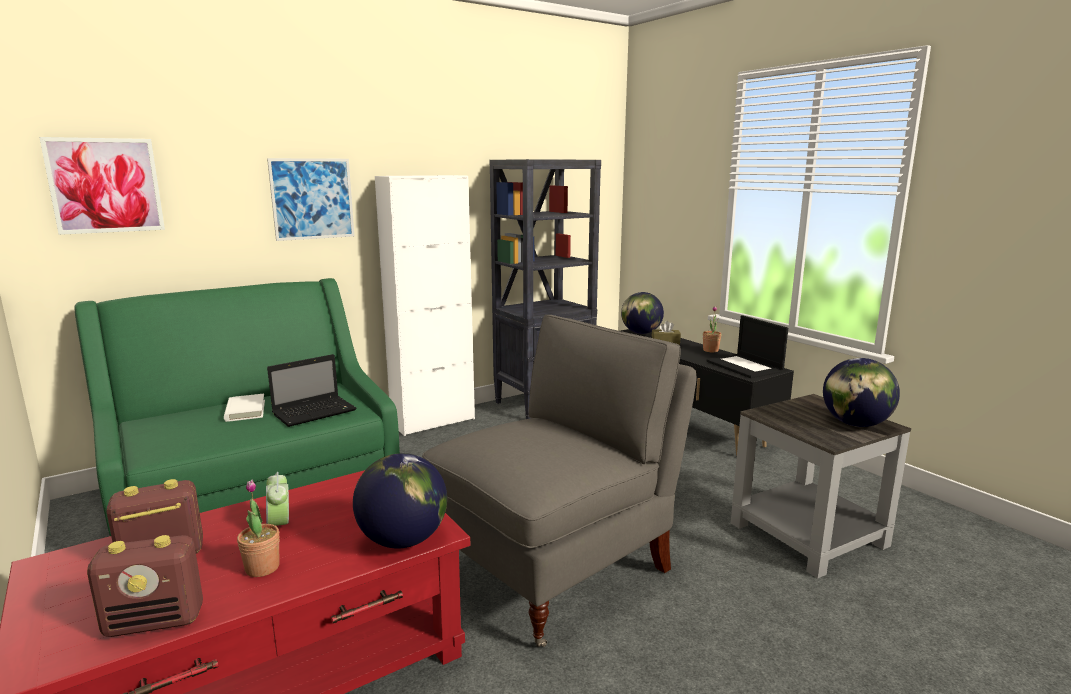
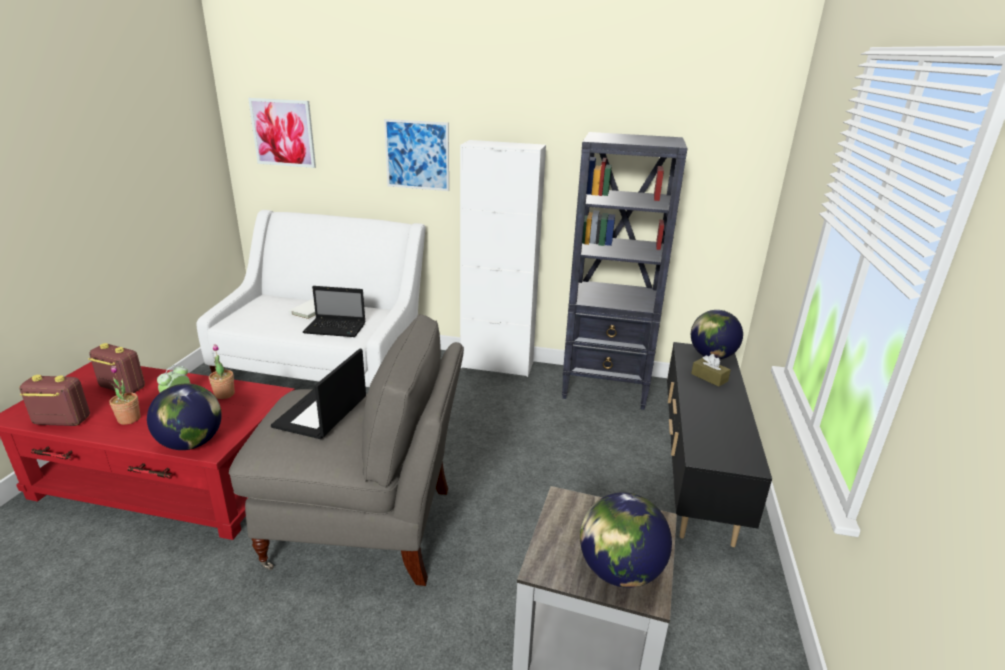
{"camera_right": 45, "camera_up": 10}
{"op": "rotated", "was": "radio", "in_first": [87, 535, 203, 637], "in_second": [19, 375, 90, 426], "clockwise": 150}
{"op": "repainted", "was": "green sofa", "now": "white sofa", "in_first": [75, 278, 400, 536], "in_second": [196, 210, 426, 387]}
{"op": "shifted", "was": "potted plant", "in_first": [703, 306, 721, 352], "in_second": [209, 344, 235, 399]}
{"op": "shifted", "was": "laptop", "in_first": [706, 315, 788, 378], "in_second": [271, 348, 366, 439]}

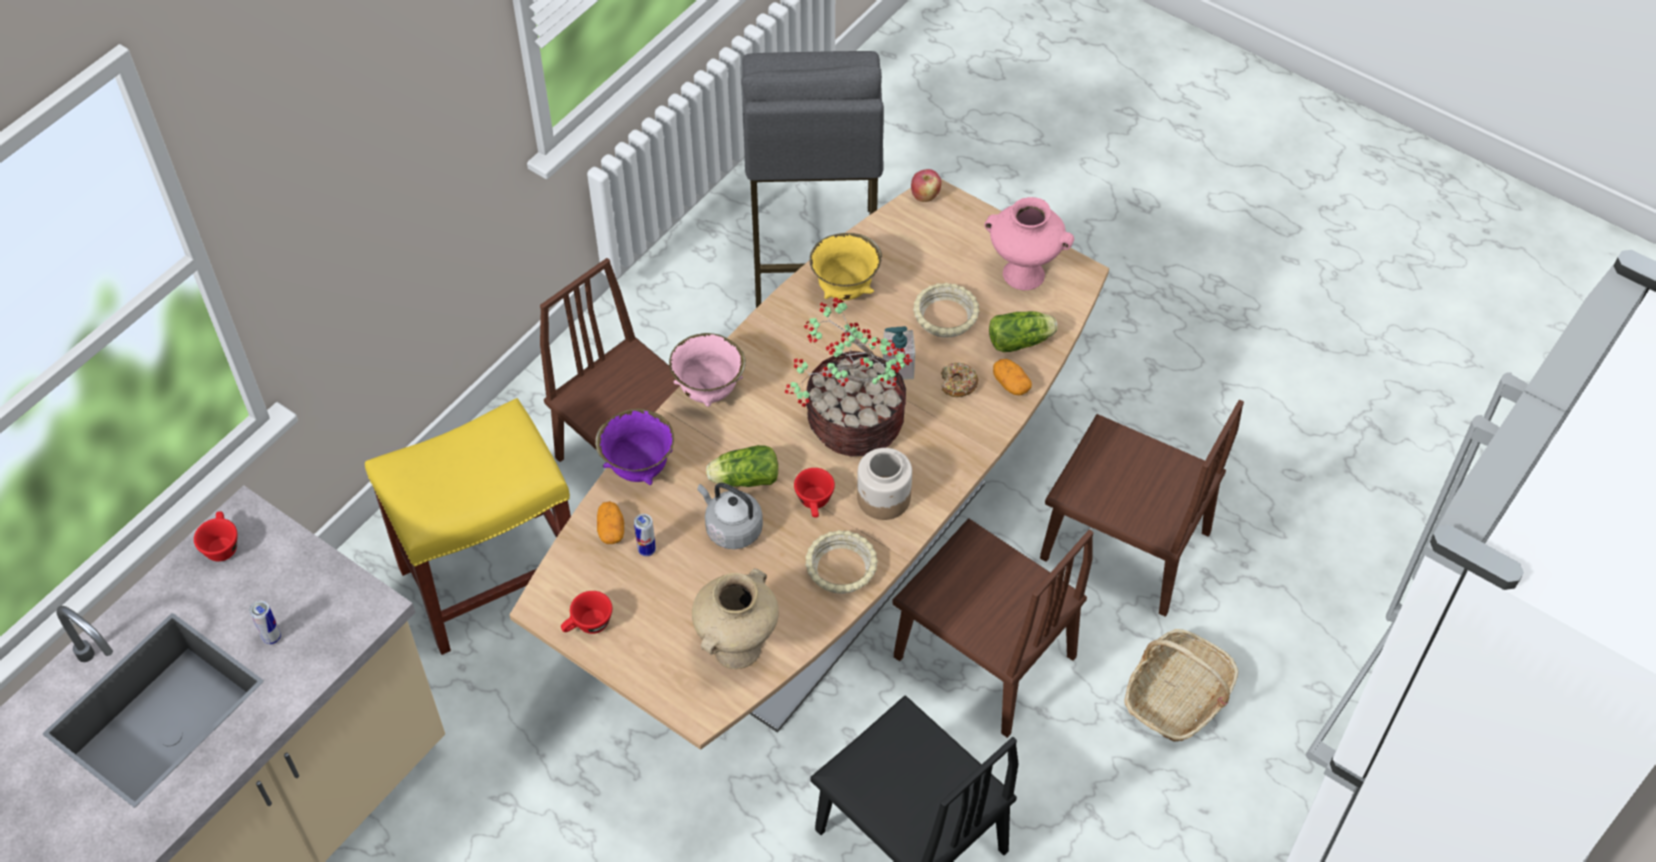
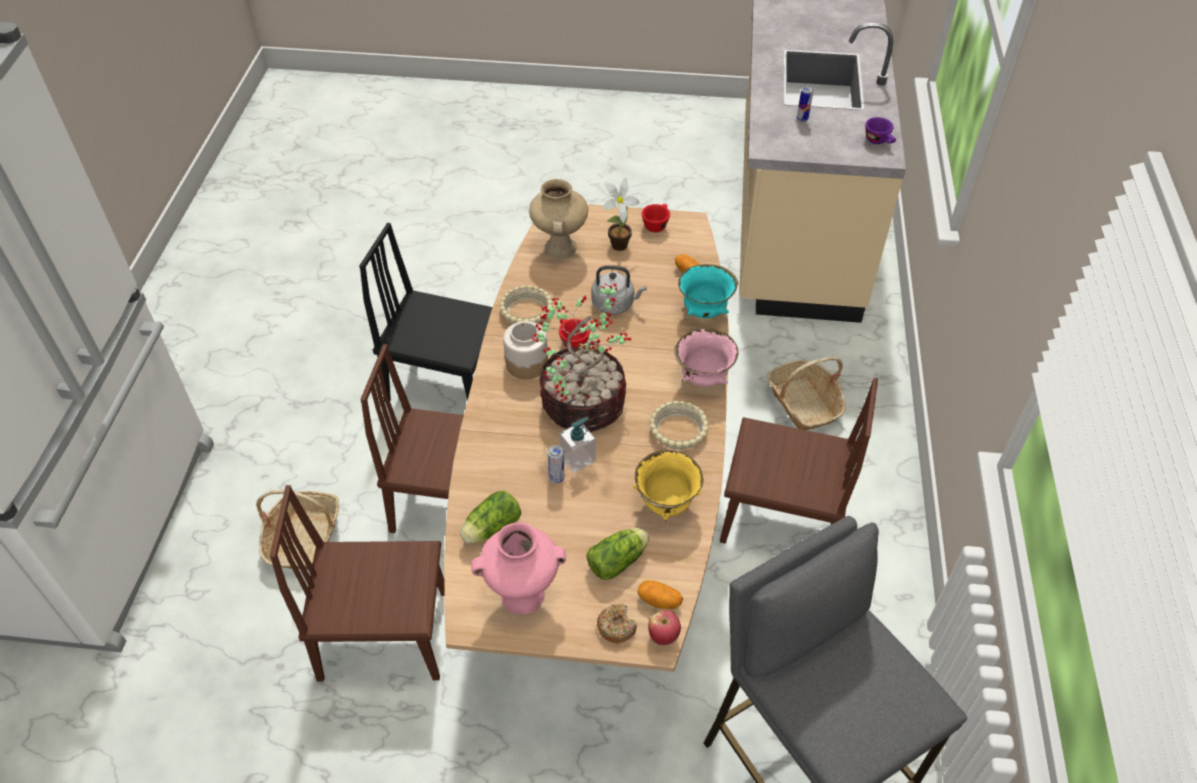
{"camera_right": 150, "camera_up": -5}
{"op": "shifted", "was": "can", "in_first": [634, 514, 656, 556], "in_second": [547, 445, 564, 483]}
{"op": "shifted", "was": "lettuce", "in_first": [706, 445, 778, 487], "in_second": [586, 528, 649, 580]}
{"op": "shifted", "was": "donut", "in_first": [941, 363, 978, 397], "in_second": [597, 604, 637, 644]}
{"op": "new", "now": "potted plant", "in_second": [602, 178, 640, 251]}
{"op": "shifted", "was": "potato", "in_first": [993, 359, 1032, 396], "in_second": [637, 580, 683, 609]}
{"op": "shifted", "was": "beige bowl", "in_first": [913, 283, 980, 338], "in_second": [650, 400, 709, 449]}
{"op": "repainted", "was": "purple bowl", "now": "turquoise bowl", "in_first": [595, 409, 674, 485], "in_second": [678, 264, 738, 319]}
{"op": "swapped", "was": "yellow stool", "now": "basket", "in_first": [365, 398, 571, 655], "in_second": [767, 357, 846, 430]}
{"op": "repainted", "was": "red cup", "now": "purple cup", "in_first": [194, 511, 238, 562], "in_second": [865, 117, 896, 144]}

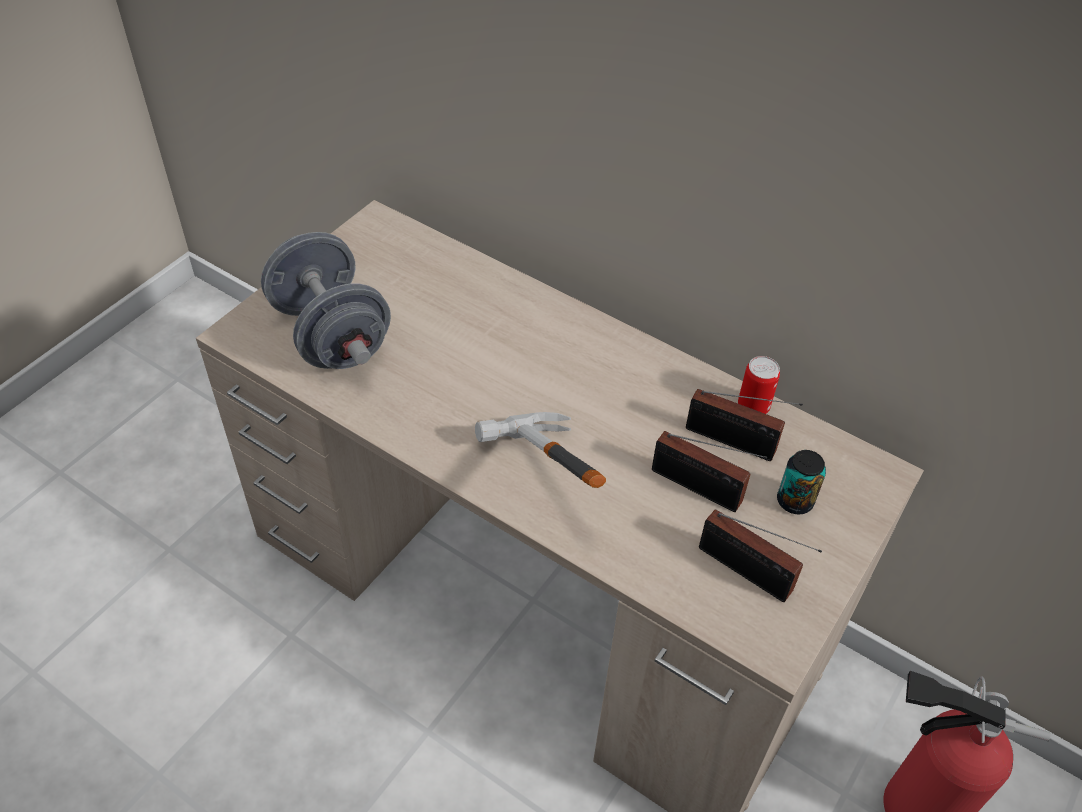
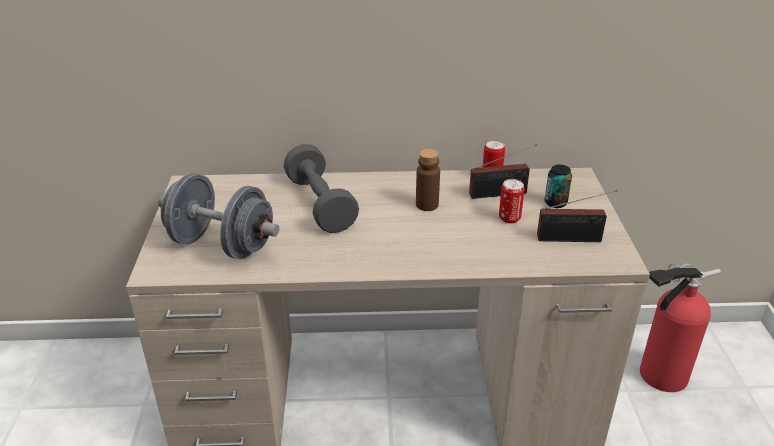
{"camera_right": -35, "camera_up": -15}
{"op": "new", "now": "grey dumbbell", "in_second": [284, 144, 359, 233]}
{"op": "new", "now": "brown bottle", "in_second": [416, 149, 440, 211]}
{"op": "swapped", "was": "radio", "now": "can", "in_first": [652, 431, 767, 512], "in_second": [499, 179, 525, 223]}
{"op": "gone", "was": "hammer", "in_first": [475, 412, 606, 488]}

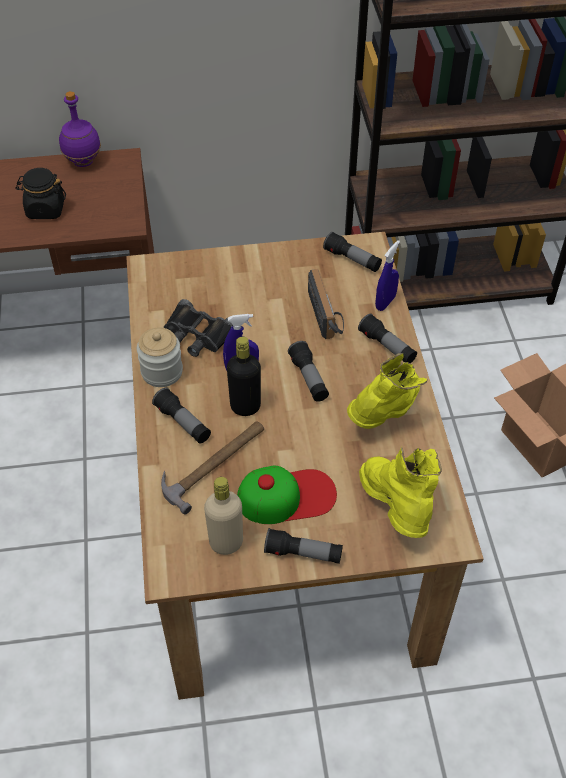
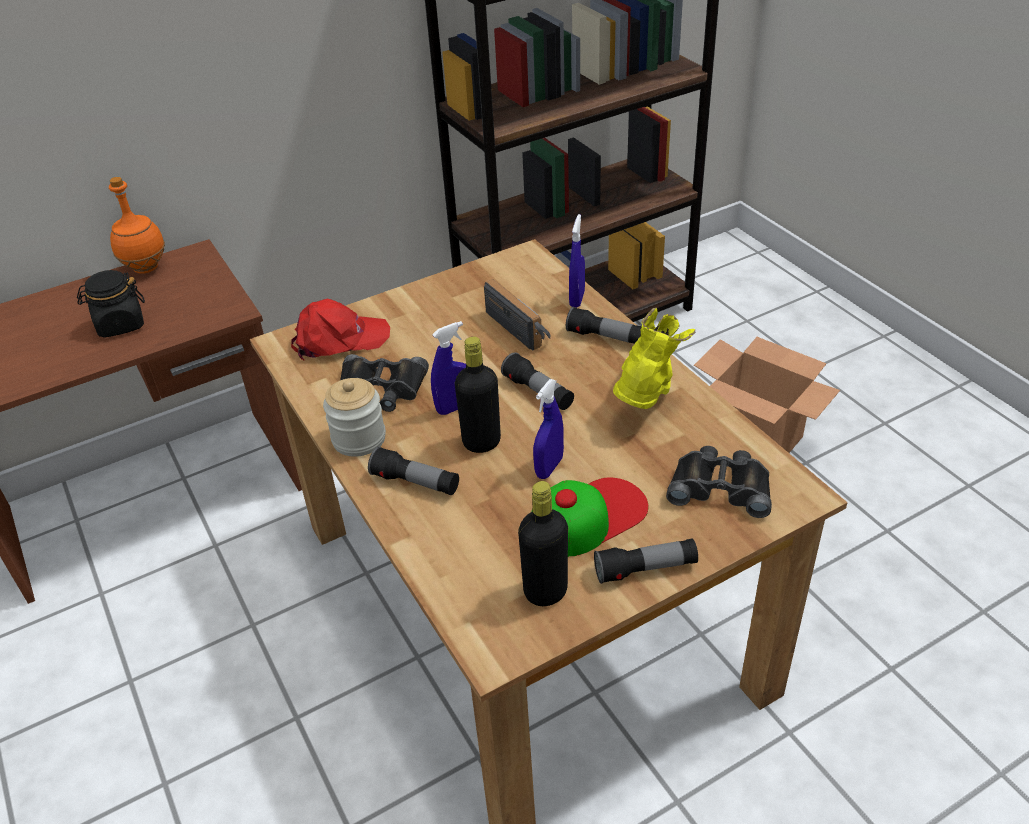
{"camera_right": -20, "camera_up": -10}
{"op": "repainted", "was": "purple bottle", "now": "orange bottle", "in_first": [59, 91, 101, 167], "in_second": [109, 177, 165, 274]}
{"op": "new", "now": "red cap", "in_second": [291, 299, 390, 361]}
{"op": "repainted", "was": "beige bottle", "now": "black bottle", "in_first": [204, 477, 243, 555], "in_second": [518, 481, 568, 606]}
{"op": "new", "now": "blue spray bottle", "in_second": [533, 379, 564, 479]}
{"op": "swapped", "was": "yellow boot", "now": "black binoculars", "in_first": [359, 447, 442, 538], "in_second": [666, 446, 772, 518]}
{"op": "gone", "was": "hammer", "in_first": [161, 421, 264, 515]}
{"op": "gone", "was": "flashlight", "in_first": [323, 232, 382, 272]}

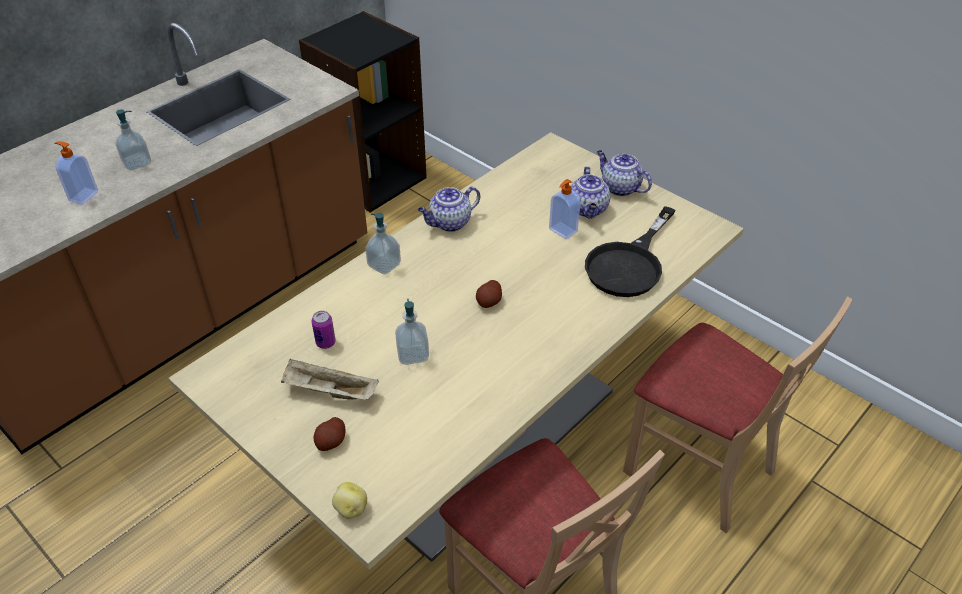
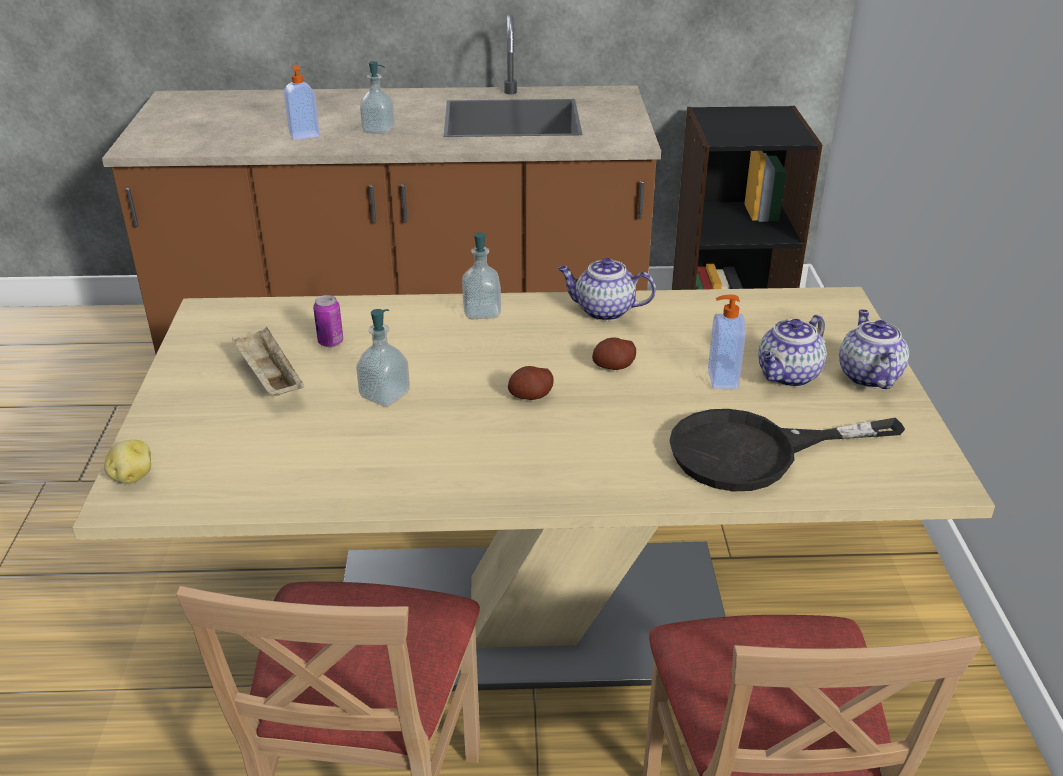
{"camera_right": 45, "camera_up": -10}
{"op": "shifted", "was": "potato", "in_first": [314, 417, 346, 451], "in_second": [592, 337, 636, 370]}

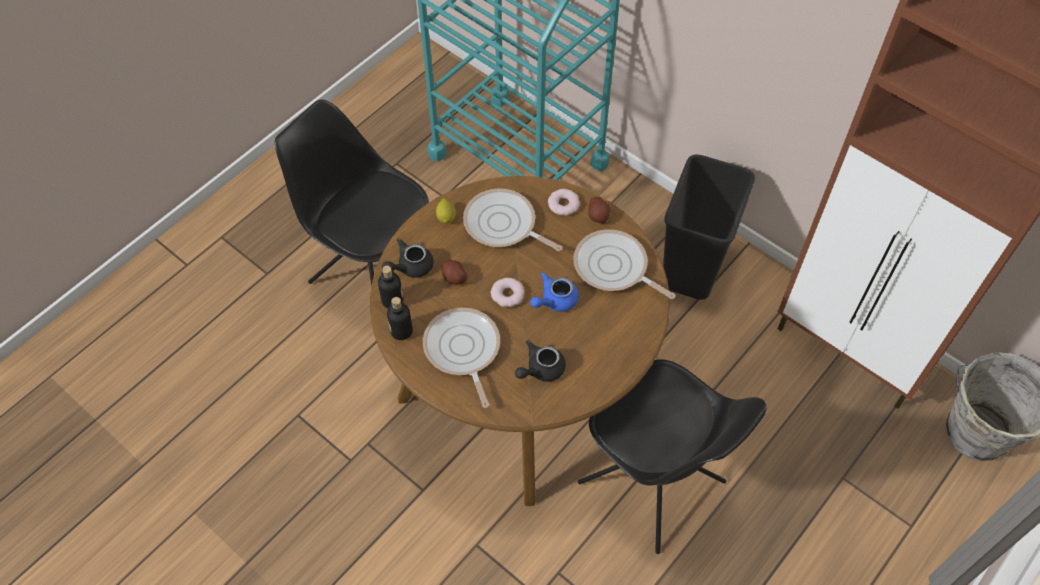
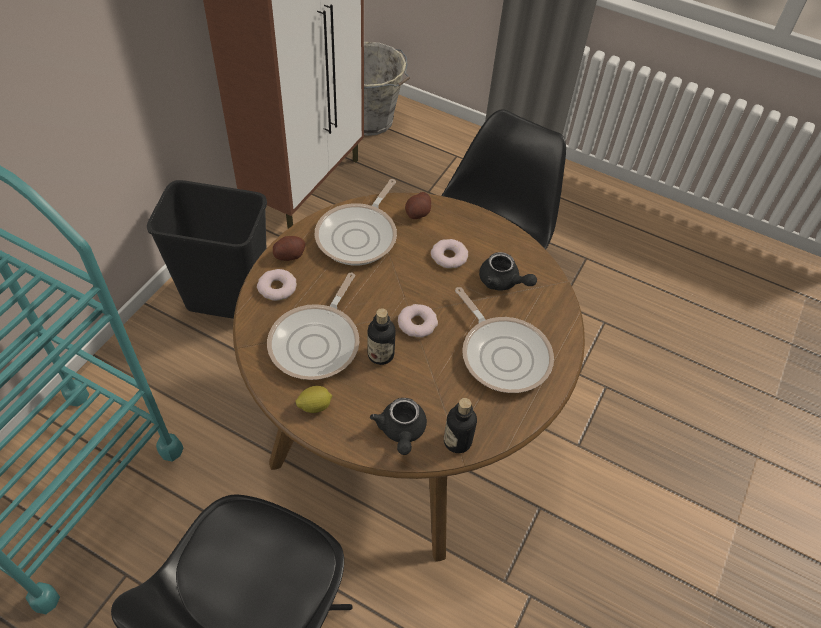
{"camera_right": -105, "camera_up": -5}
{"op": "shifted", "was": "bottle", "in_first": [387, 297, 413, 340], "in_second": [367, 308, 396, 365]}
{"op": "rotated", "was": "black teapot", "in_first": [382, 238, 434, 278], "in_second": [370, 398, 427, 455], "clockwise": 45}
{"op": "shifted", "was": "potato", "in_first": [441, 260, 467, 285], "in_second": [405, 192, 431, 219]}
{"op": "new", "now": "donut", "in_second": [431, 239, 468, 269]}
{"op": "rotated", "was": "frying pan", "in_first": [423, 307, 500, 408], "in_second": [455, 287, 554, 393], "clockwise": -90}
{"op": "gone", "was": "blue teapot", "in_first": [530, 272, 579, 312]}

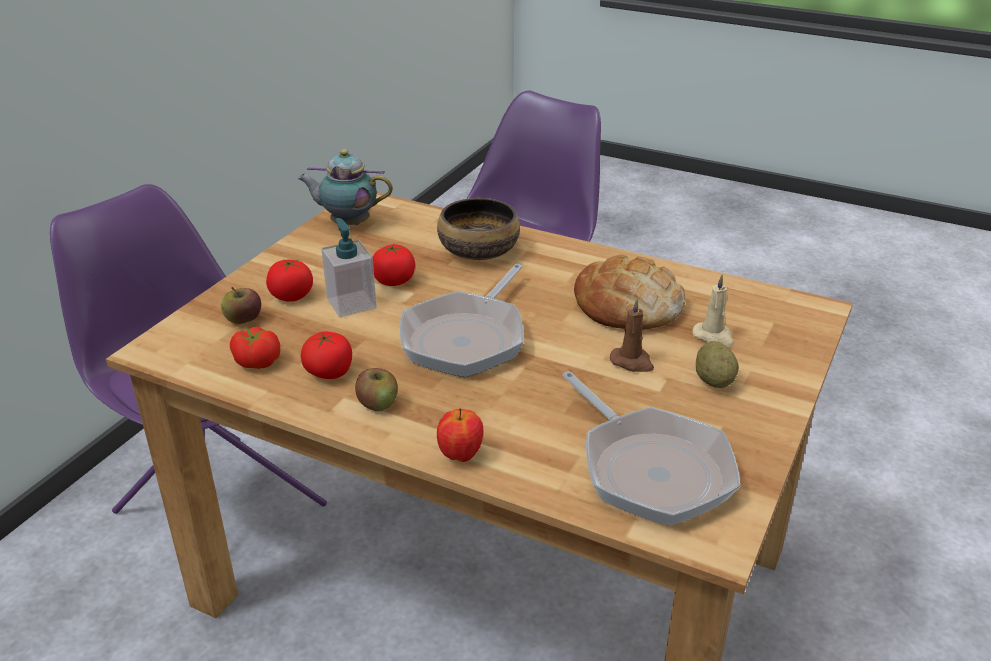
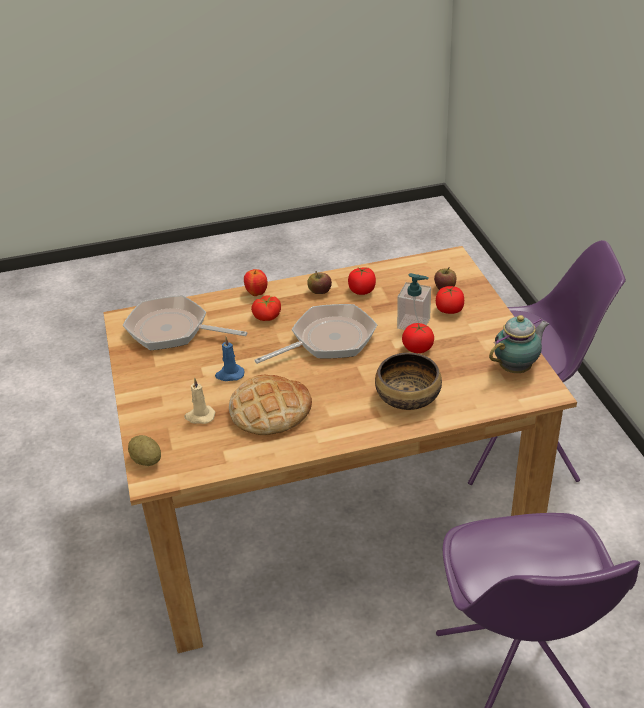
{"camera_right": 140, "camera_up": 5}
{"op": "shifted", "was": "potato", "in_first": [696, 341, 739, 388], "in_second": [128, 435, 161, 466]}
{"op": "repainted", "was": "brown candle", "now": "blue candle", "in_first": [610, 298, 654, 372], "in_second": [215, 337, 244, 381]}
{"op": "shifted", "was": "tomato", "in_first": [230, 327, 280, 369], "in_second": [251, 295, 281, 321]}
{"op": "rotated", "was": "frying pan", "in_first": [400, 264, 524, 377], "in_second": [254, 304, 377, 364], "clockwise": 75}

